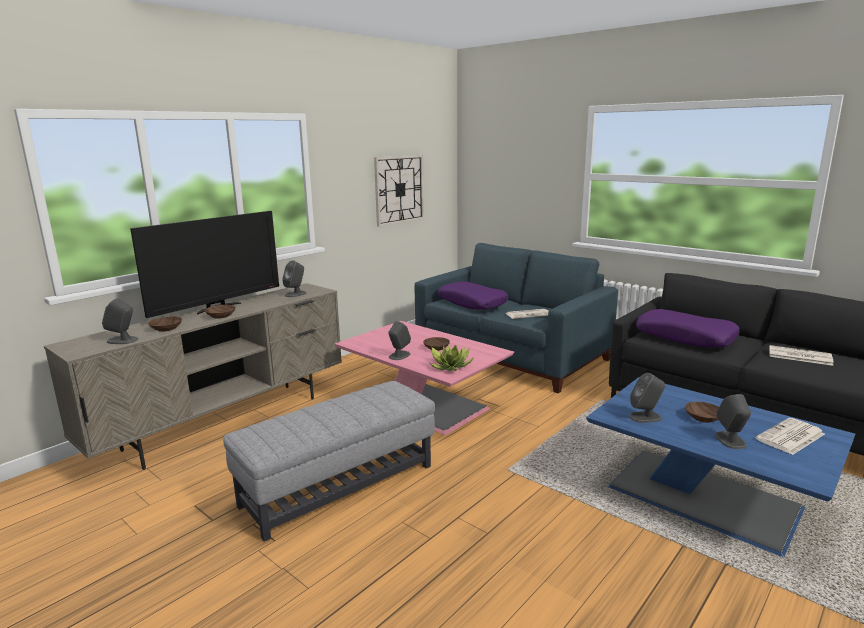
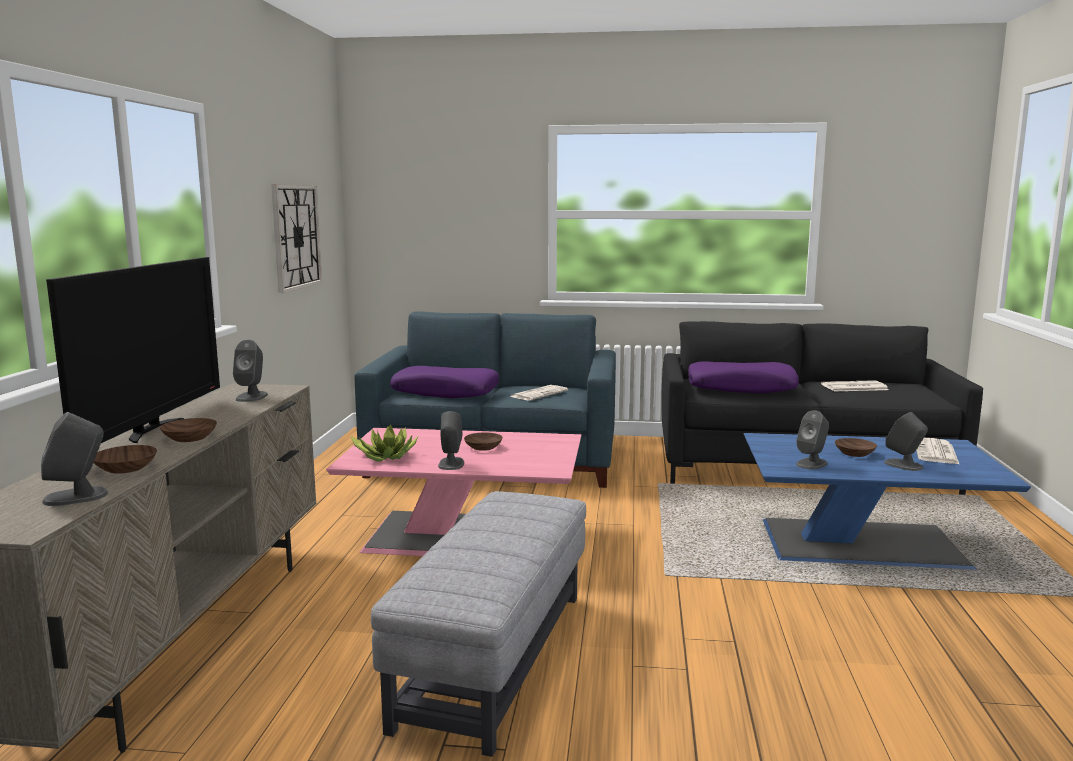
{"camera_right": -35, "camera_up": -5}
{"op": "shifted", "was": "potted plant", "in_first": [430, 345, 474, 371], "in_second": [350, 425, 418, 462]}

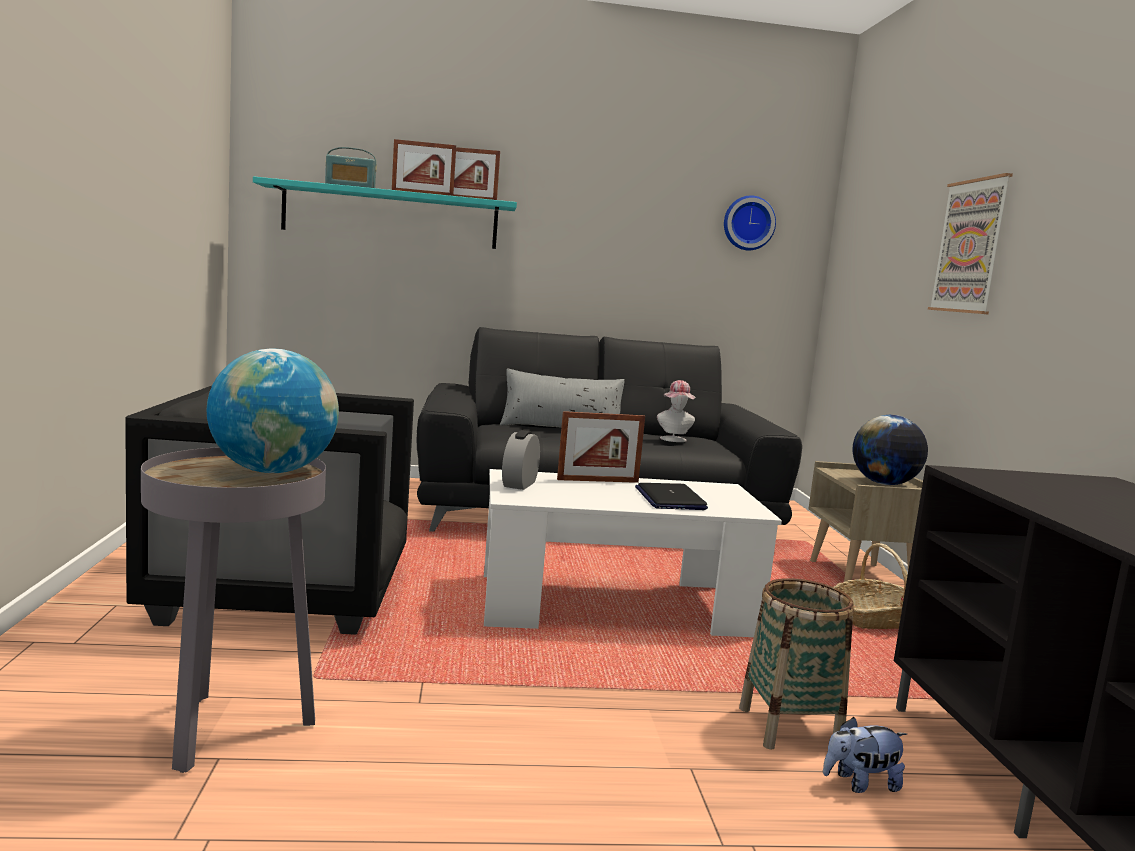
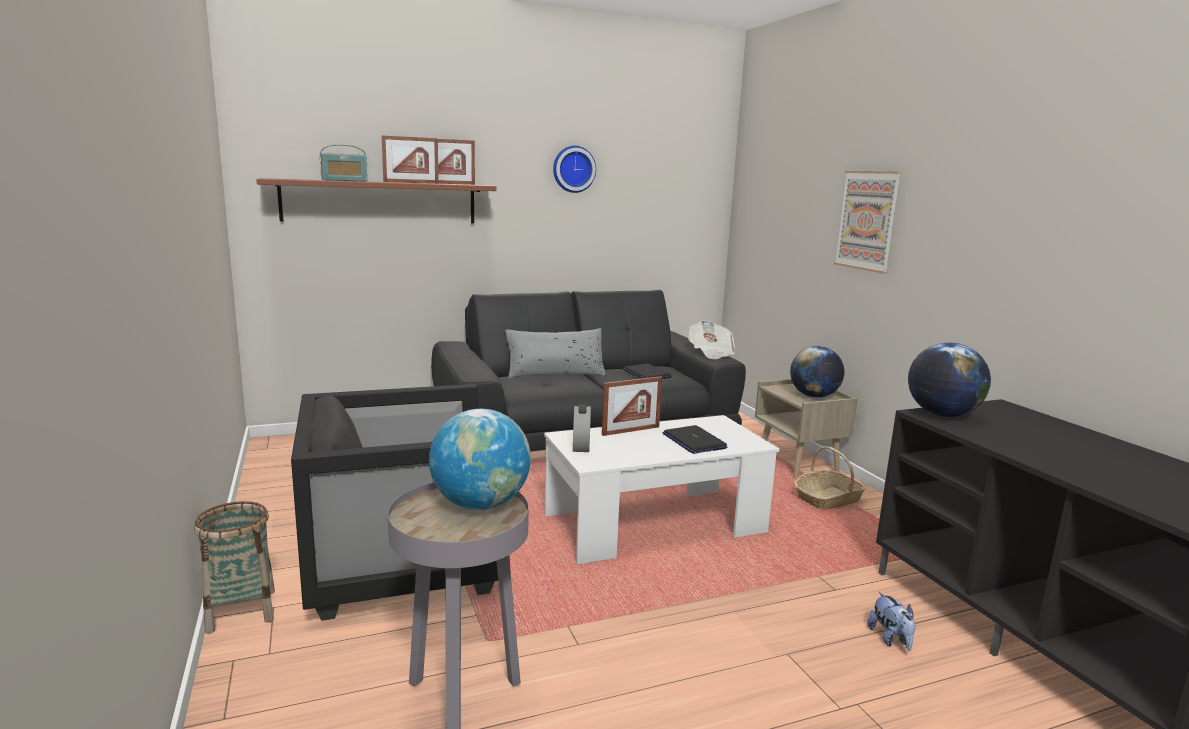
{"camera_right": -15, "camera_up": 5}
{"op": "shifted", "was": "basket", "in_first": [739, 578, 854, 750], "in_second": [194, 501, 275, 634]}
{"op": "repainted", "was": "turquoise shelf", "now": "brown shelf", "in_first": [253, 176, 517, 249], "in_second": [256, 178, 497, 223]}
{"op": "shifted", "was": "wall clock", "in_first": [724, 195, 776, 250], "in_second": [553, 146, 596, 193]}
{"op": "swapped", "was": "hat", "now": "laptop", "in_first": [657, 380, 695, 442], "in_second": [623, 364, 672, 379]}
{"op": "new", "now": "newspaper", "in_second": [688, 320, 735, 359]}
{"op": "rotated", "was": "plush toy", "in_first": [823, 717, 907, 793], "in_second": [867, 592, 916, 651], "clockwise": -75}
{"op": "new", "now": "globe", "in_second": [908, 343, 991, 417]}

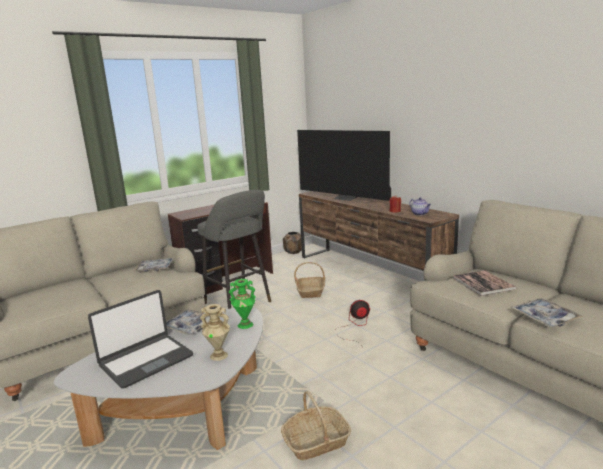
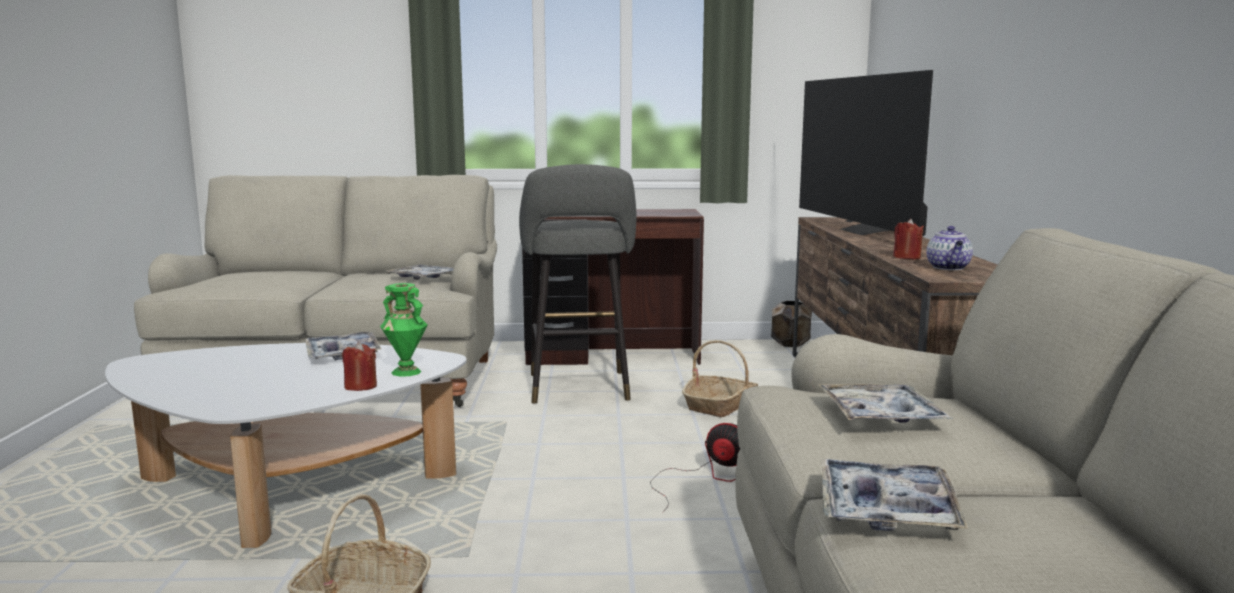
{"camera_right": 35, "camera_up": -5}
{"op": "new", "now": "red candle", "in_second": [342, 342, 377, 391]}
{"op": "swapped", "was": "book", "now": "tray", "in_first": [453, 270, 516, 296], "in_second": [818, 384, 953, 422]}
{"op": "gone", "was": "laptop", "in_first": [88, 290, 193, 388]}
{"op": "gone", "was": "beige vase", "in_first": [200, 304, 230, 361]}

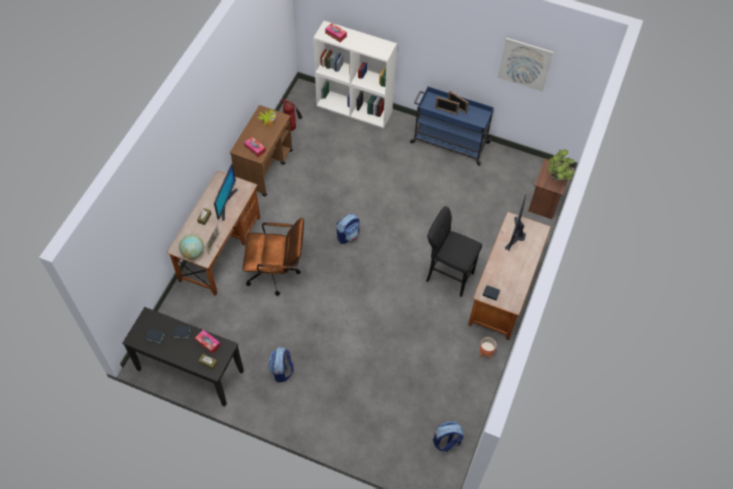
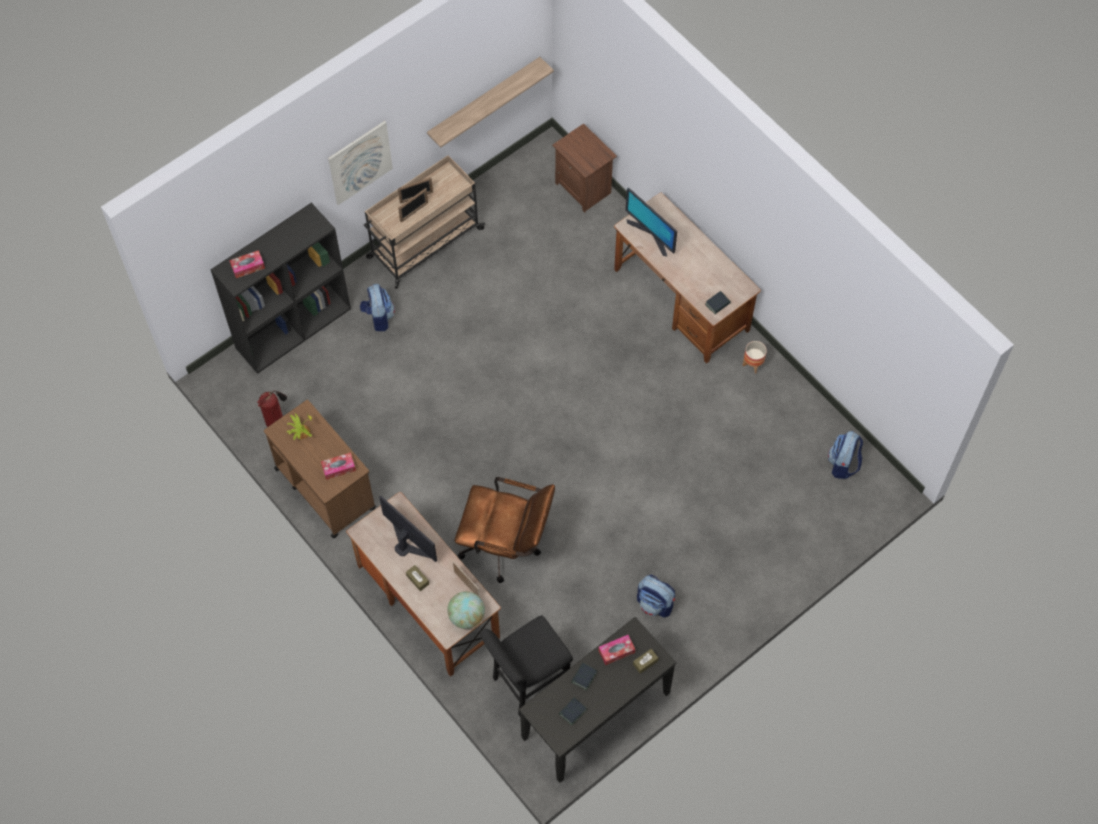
{"camera_right": -60, "camera_up": 5}
{"op": "repainted", "was": "white bookcase", "now": "black bookcase", "in_first": [313, 21, 397, 128], "in_second": [211, 203, 351, 374]}
{"op": "shifted", "was": "picture", "in_first": [498, 38, 553, 92], "in_second": [328, 121, 393, 205]}
{"op": "shifted", "was": "backpack", "in_first": [337, 214, 360, 244], "in_second": [360, 284, 395, 331]}
{"op": "repainted", "was": "blue cart", "now": "beige cart", "in_first": [410, 87, 494, 166], "in_second": [364, 155, 485, 289]}
{"op": "new", "now": "shelf", "in_second": [427, 57, 554, 148]}
{"op": "rotated", "was": "brown office chair", "in_first": [243, 217, 304, 296], "in_second": [455, 477, 555, 583], "clockwise": 75}
{"op": "shifted", "was": "black stool", "in_first": [426, 206, 482, 297], "in_second": [480, 615, 573, 716]}
{"op": "gone", "was": "potted plant", "in_first": [547, 149, 575, 180]}

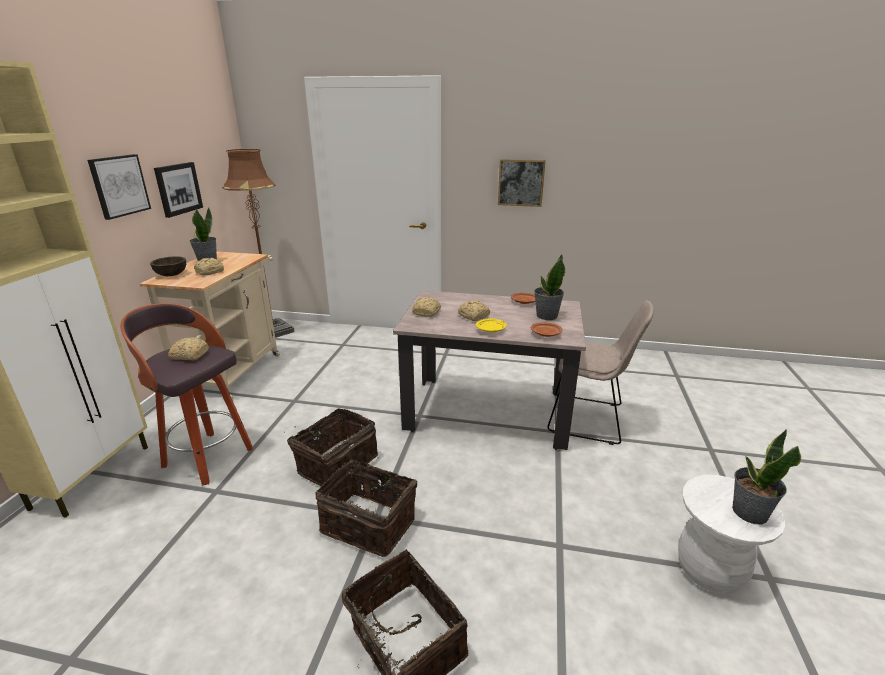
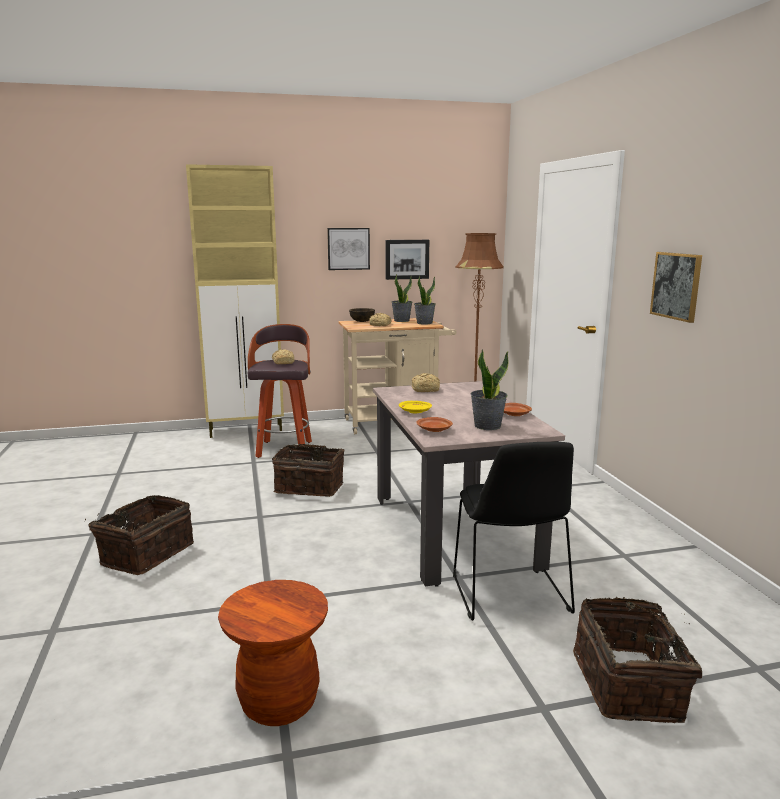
{"camera_right": 65, "camera_up": -10}
{"op": "repainted", "was": "white stool", "now": "brown stool", "in_first": [678, 475, 785, 594], "in_second": [218, 580, 328, 726]}
{"op": "shifted", "was": "potted plant", "in_first": [732, 430, 801, 524], "in_second": [414, 275, 435, 324]}
{"op": "repainted", "was": "beige chair", "now": "black chair", "in_first": [547, 301, 654, 445], "in_second": [453, 442, 575, 621]}
{"op": "shifted", "was": "basket", "in_first": [315, 457, 417, 557], "in_second": [573, 597, 702, 723]}
{"op": "gone", "was": "bread", "in_first": [458, 301, 490, 321]}

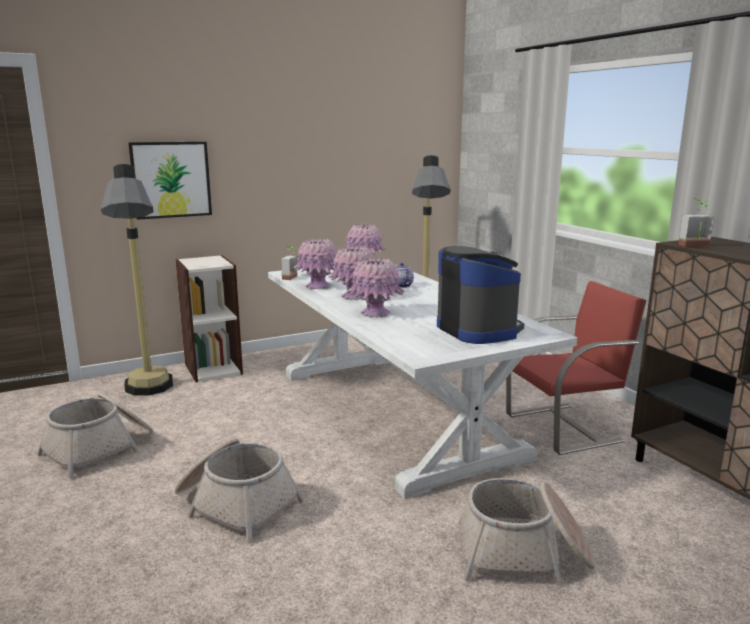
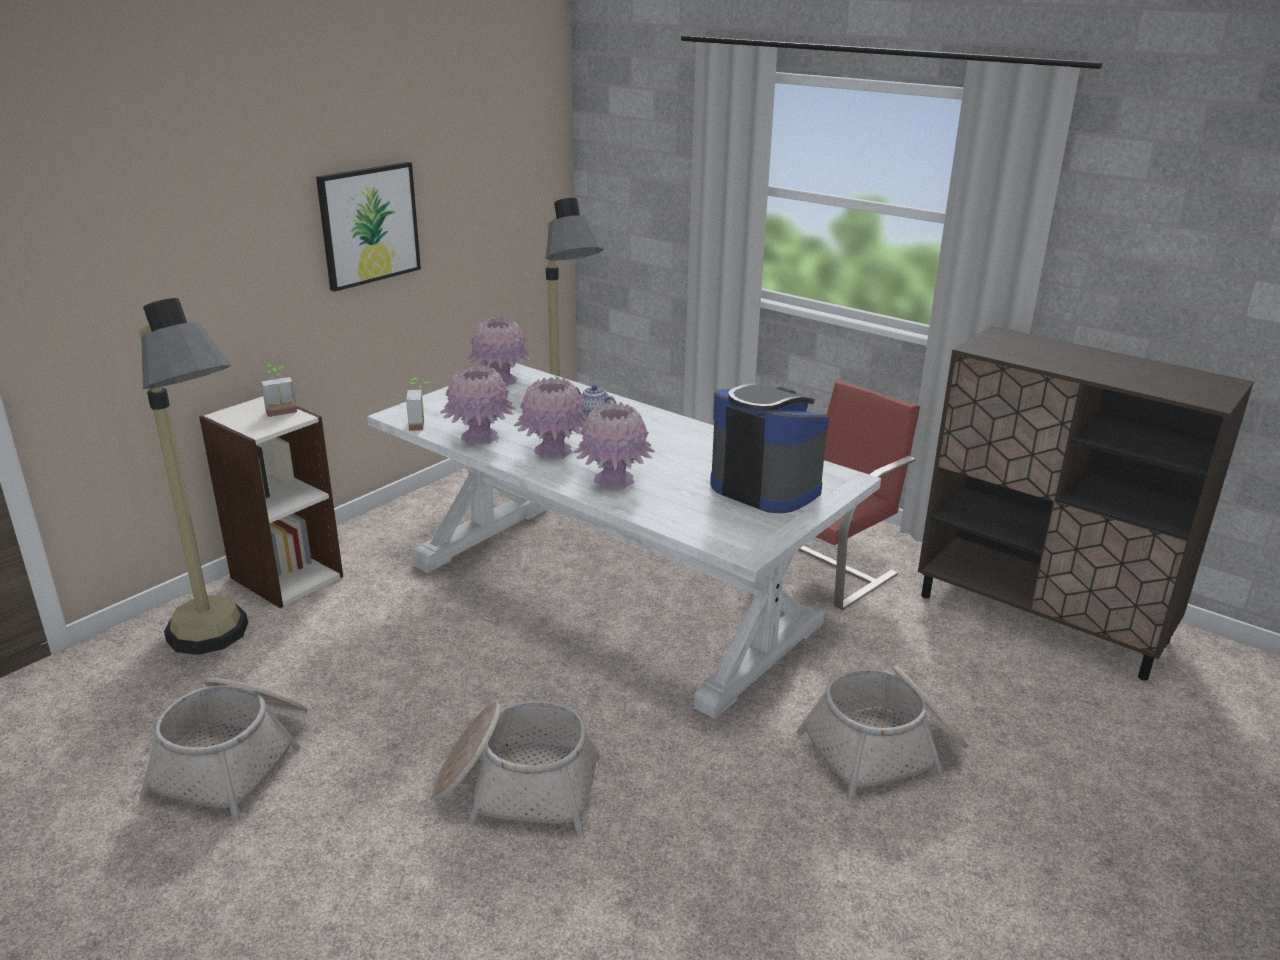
{"camera_right": -25, "camera_up": 10}
{"op": "shifted", "was": "potted plant", "in_first": [678, 198, 714, 247], "in_second": [261, 364, 297, 417]}
{"op": "shifted", "was": "picture", "in_first": [128, 142, 212, 220], "in_second": [316, 162, 421, 292]}

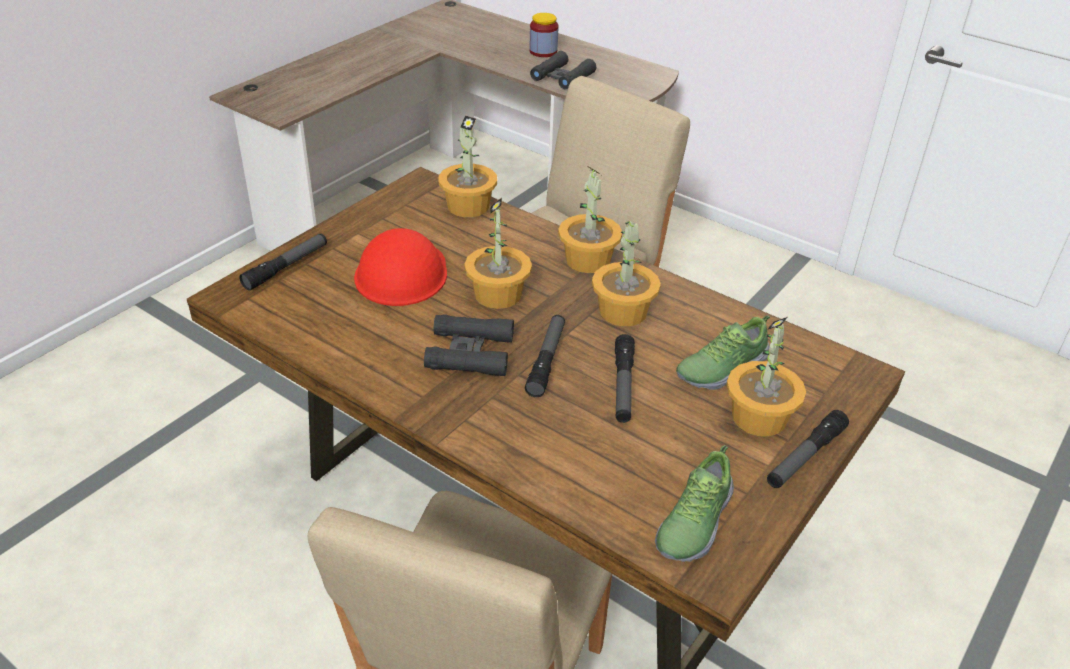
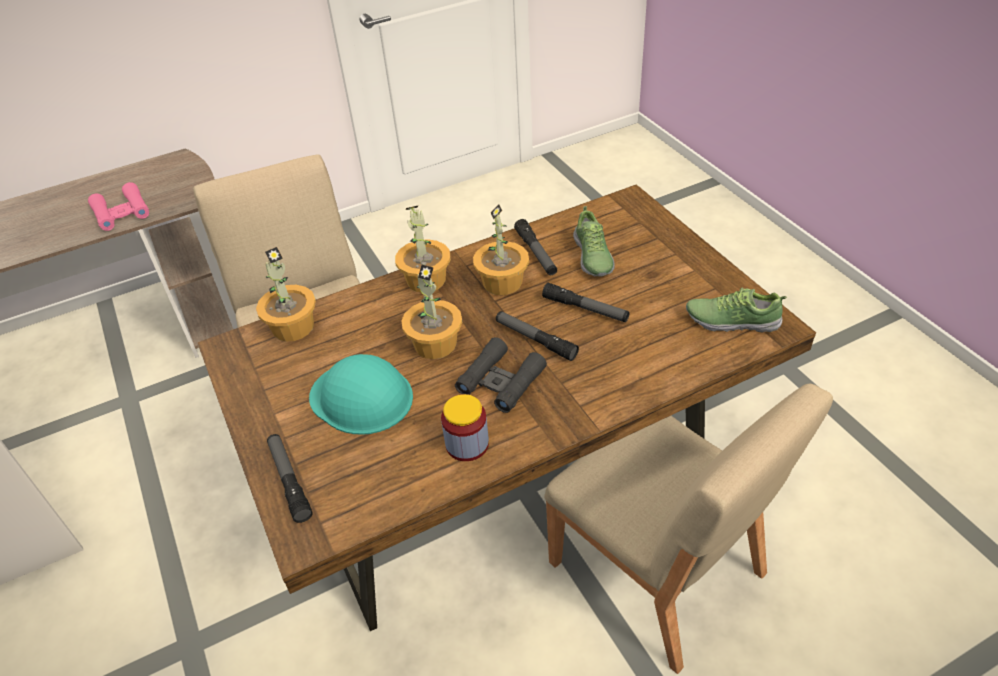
{"camera_right": -60, "camera_up": 5}
{"op": "repainted", "was": "black binoculars", "now": "pink binoculars", "in_first": [530, 51, 596, 89], "in_second": [88, 182, 149, 231]}
{"op": "repainted", "was": "red hard hat", "now": "turquoise hard hat", "in_first": [354, 228, 447, 306], "in_second": [309, 354, 413, 435]}
{"op": "shifted", "was": "jar", "in_first": [529, 13, 558, 57], "in_second": [441, 394, 489, 461]}
{"op": "shifted", "was": "flashlight", "in_first": [767, 410, 849, 488], "in_second": [514, 219, 557, 275]}
{"op": "rotated", "was": "shoe", "in_first": [655, 445, 734, 562], "in_second": [686, 287, 787, 333], "clockwise": 135}
{"op": "gone", "was": "potted plant", "in_first": [726, 317, 806, 437]}

